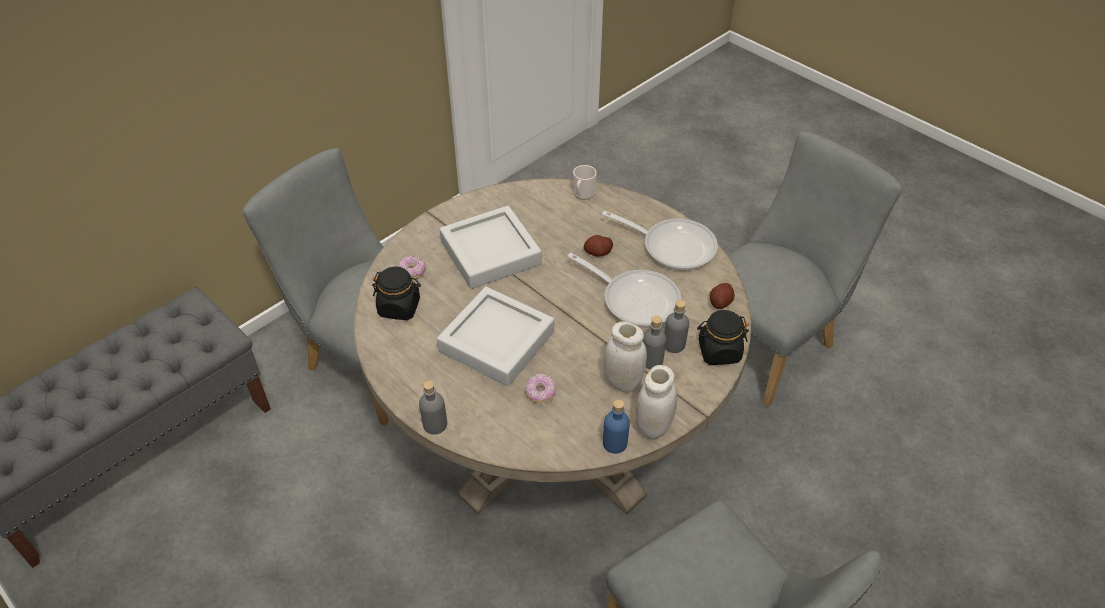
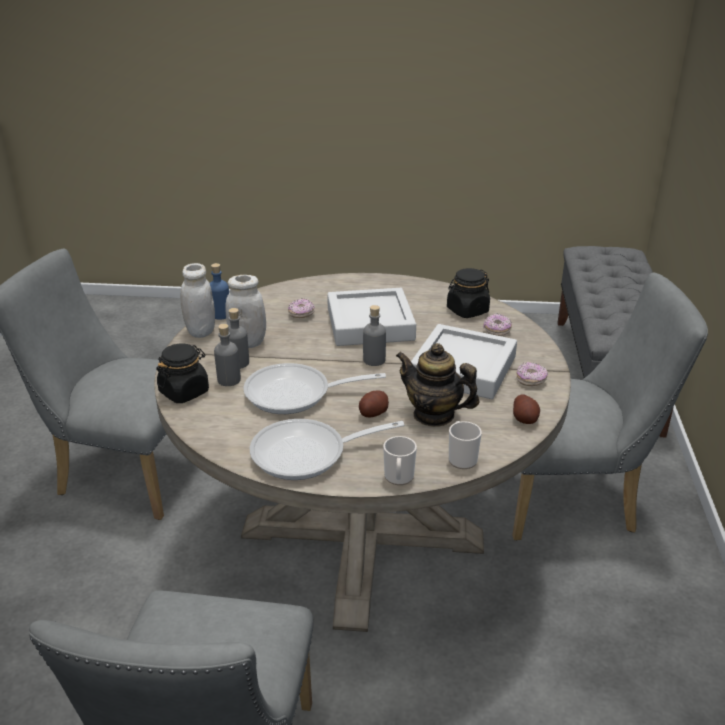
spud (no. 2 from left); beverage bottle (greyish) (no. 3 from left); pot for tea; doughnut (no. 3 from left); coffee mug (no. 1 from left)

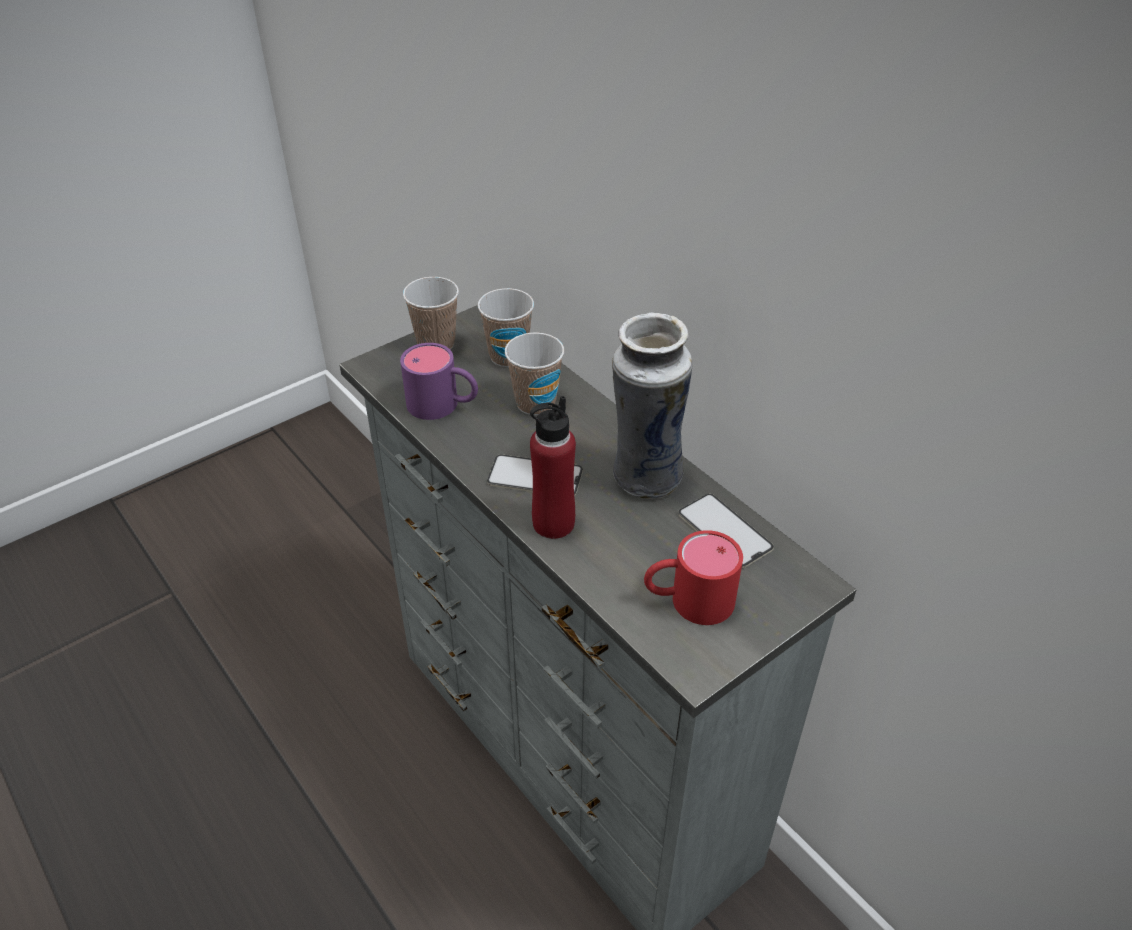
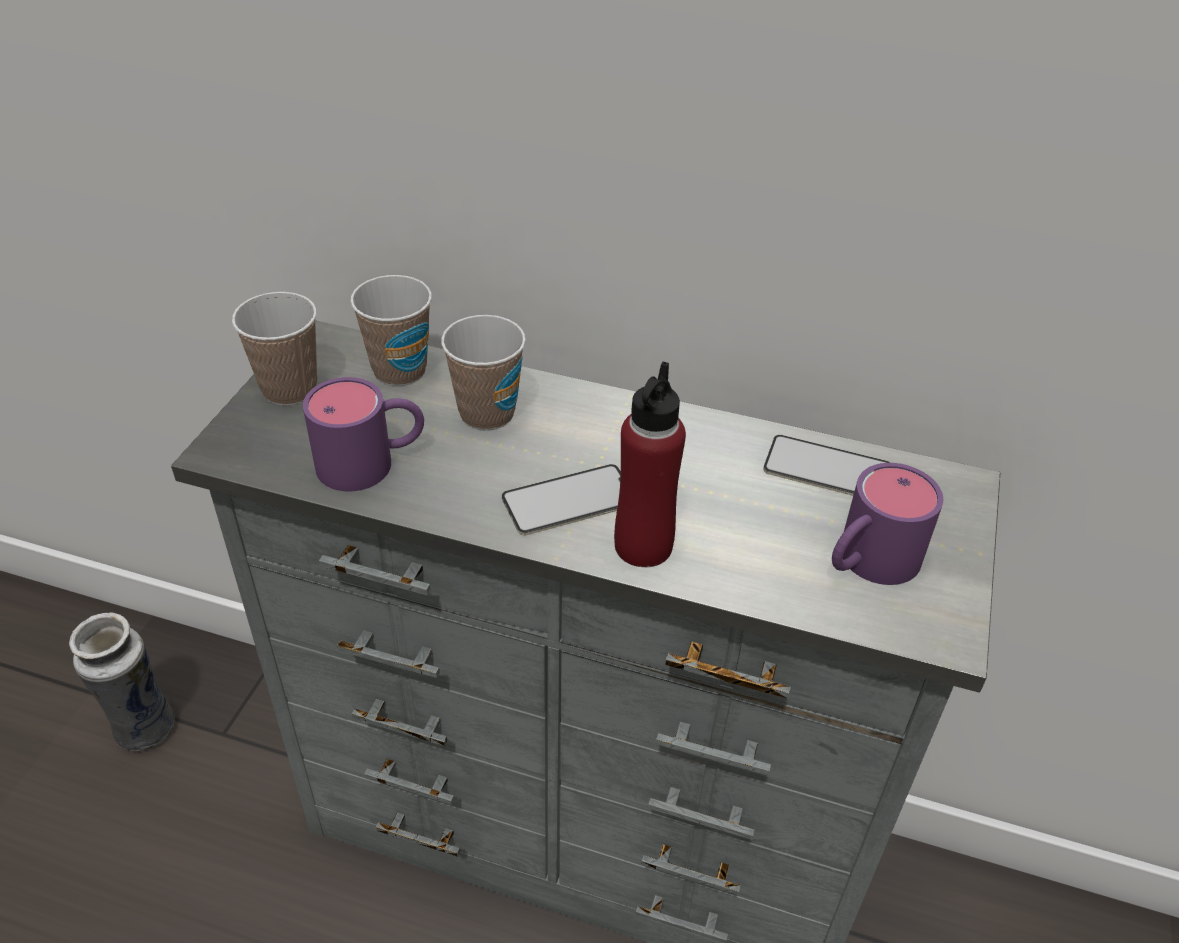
flower vase; coffee mug (purplish) (no. 2 from left)

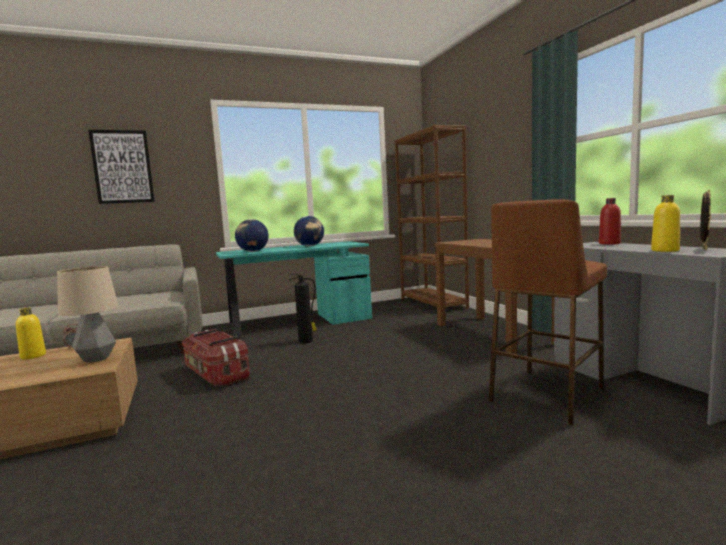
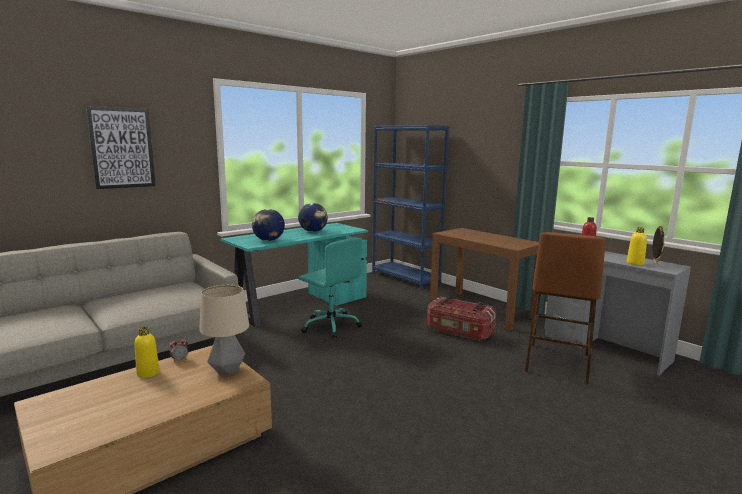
bookcase (blue); desk chair (blue-green); storage box

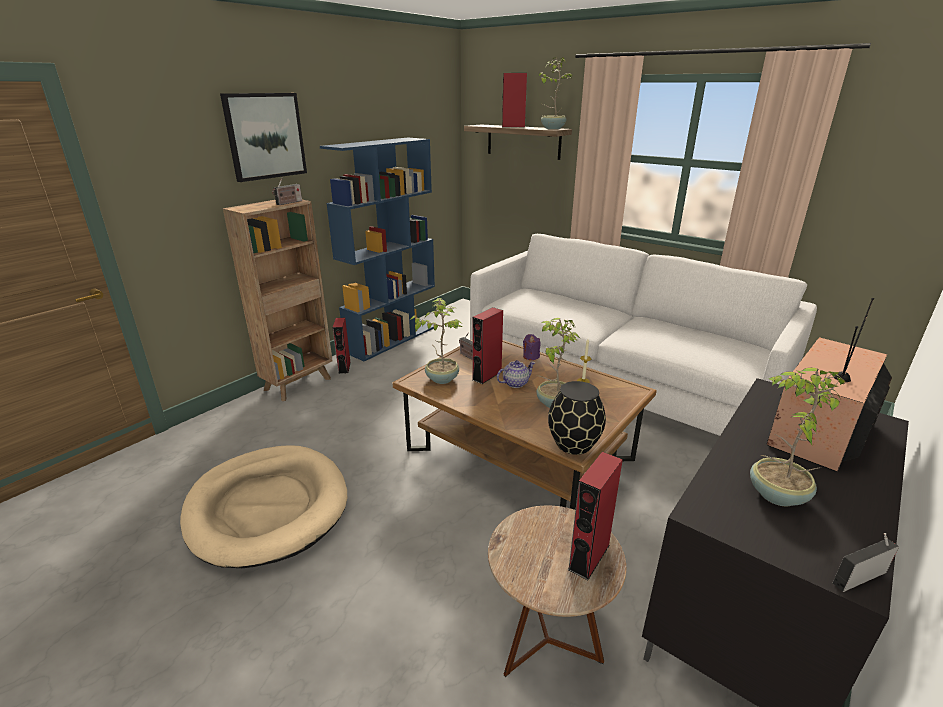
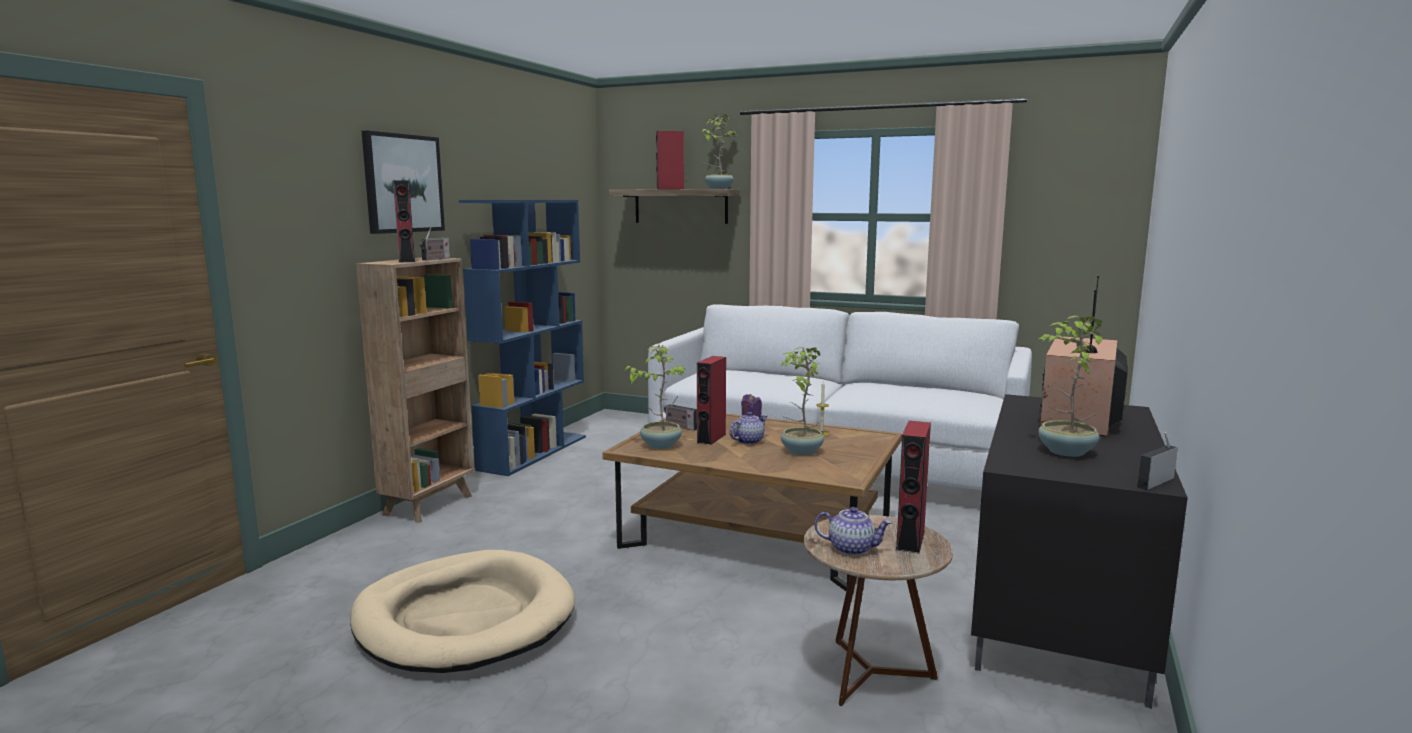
audio speaker (reddish) (no. 1 from left); flower vase (black); pot for tea (no. 2 from left)

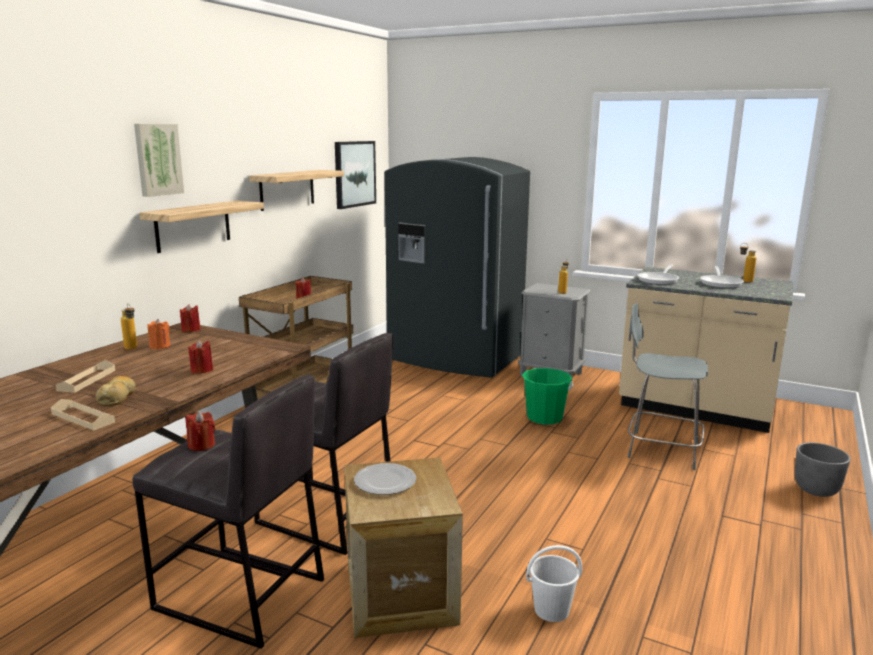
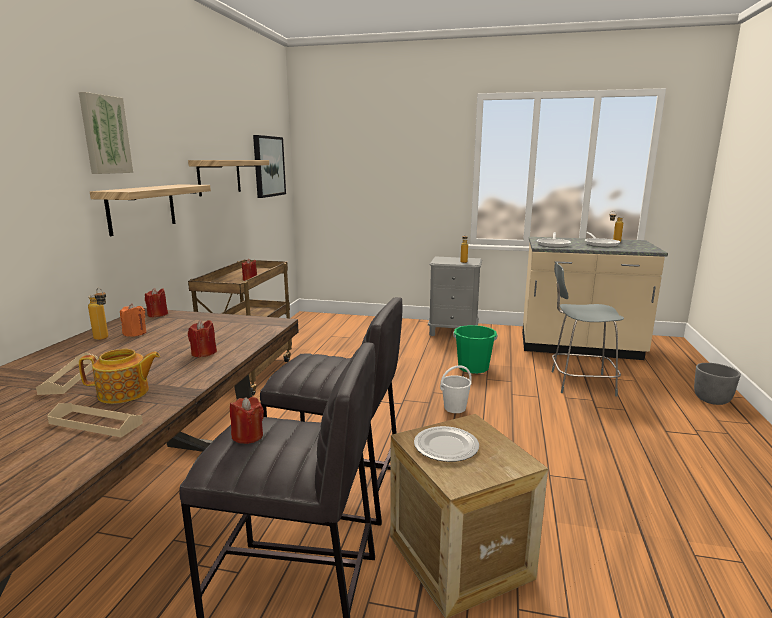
kitchen fridge (greyish); pot for tea; bucket (white)

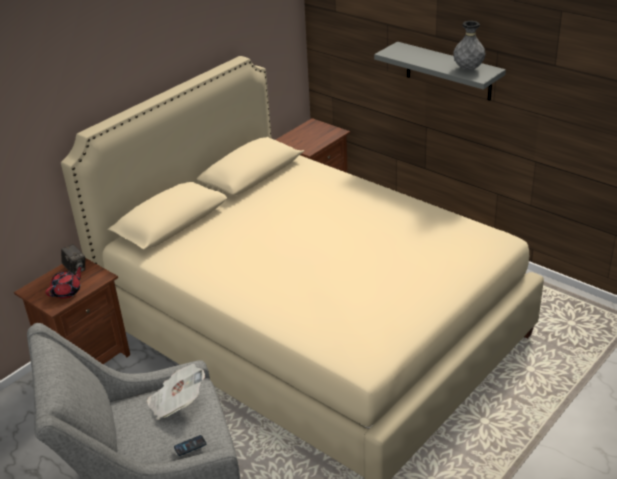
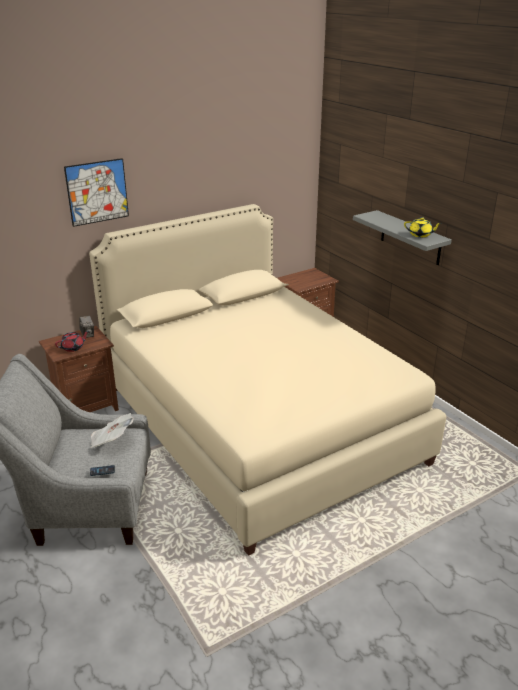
pot for tea (yellow); wall picture

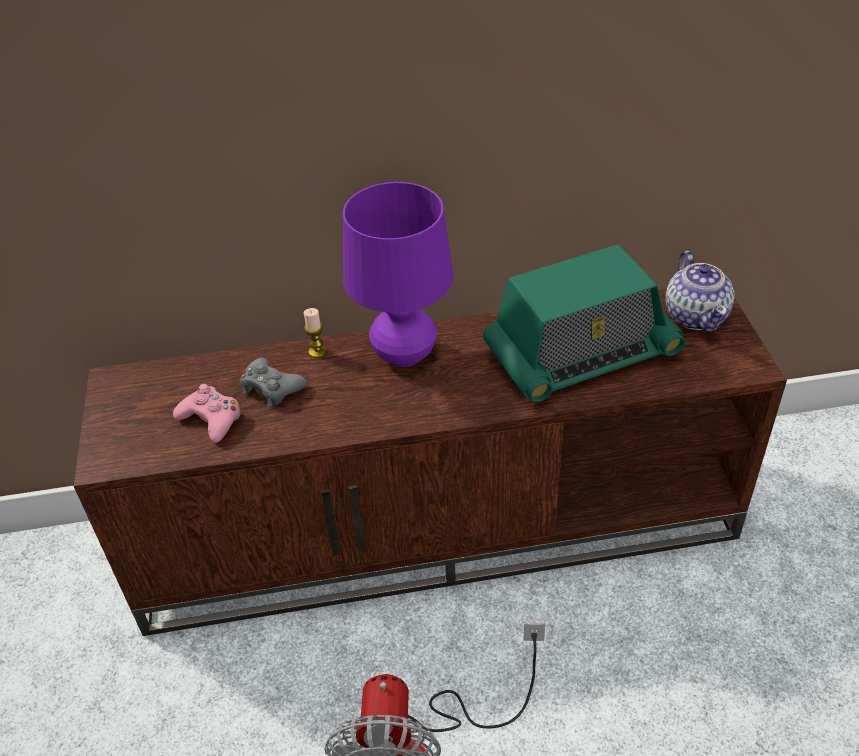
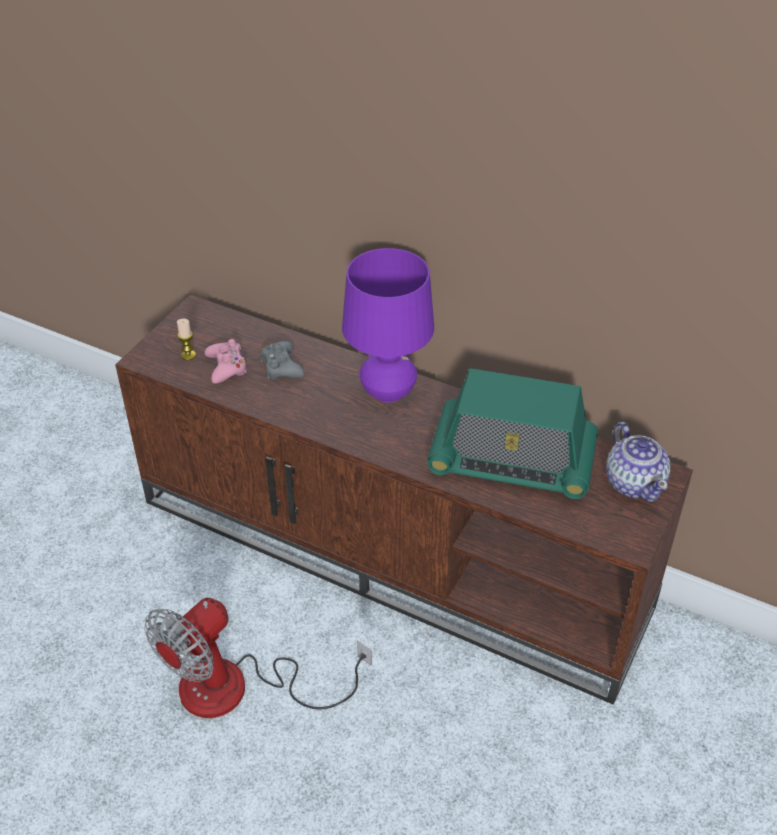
pot for tea; wax light

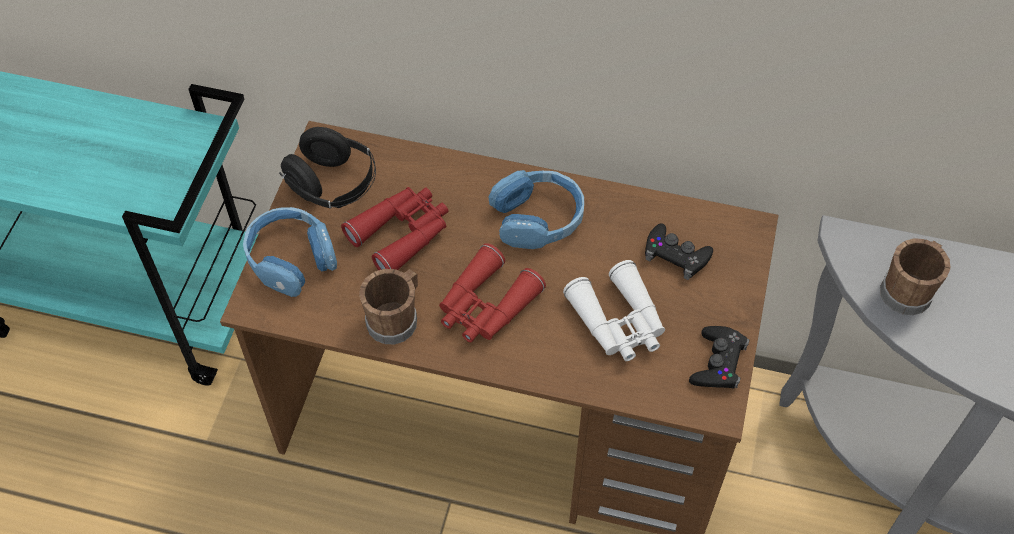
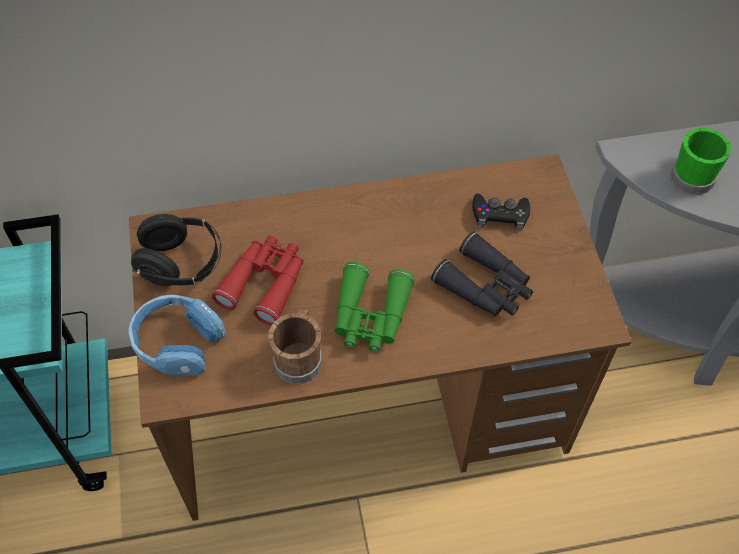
pair of headphones (blue) (no. 2 from left in the first image); coffee mug (green-coloured); field glasses (green-coloured); field glasses (black); gamepad (black) (no. 2 from left in the first image)

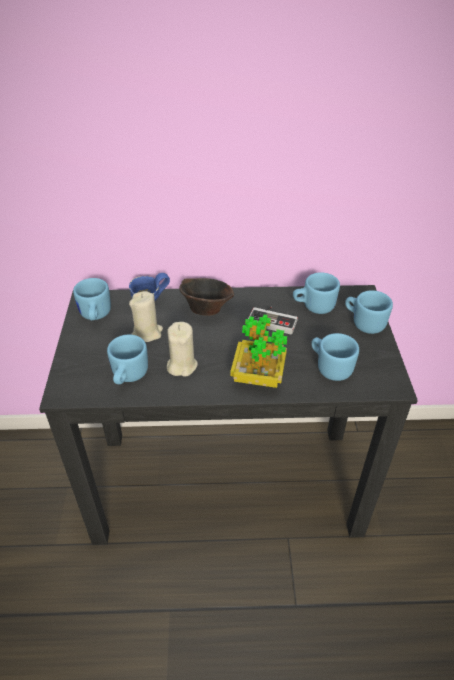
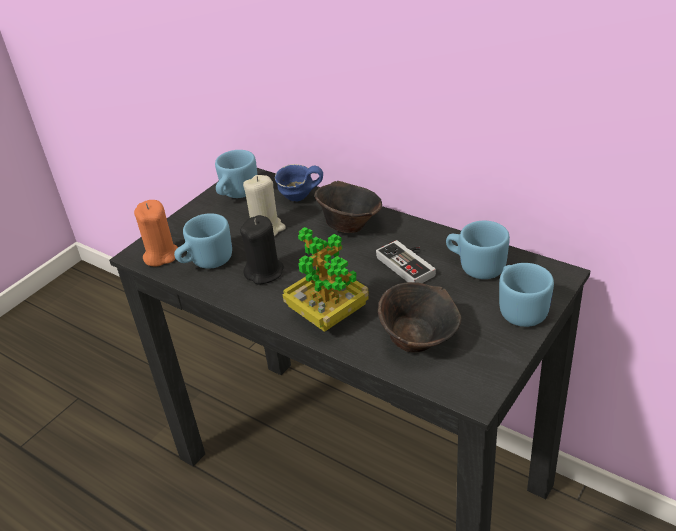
wax light (black); serving bowl (brownish) (no. 2 from left); wax light (orange-coloured)

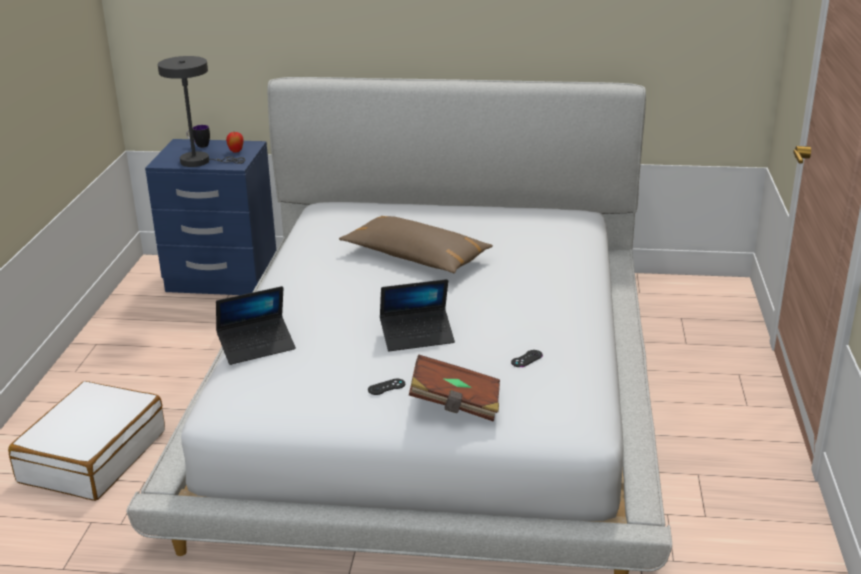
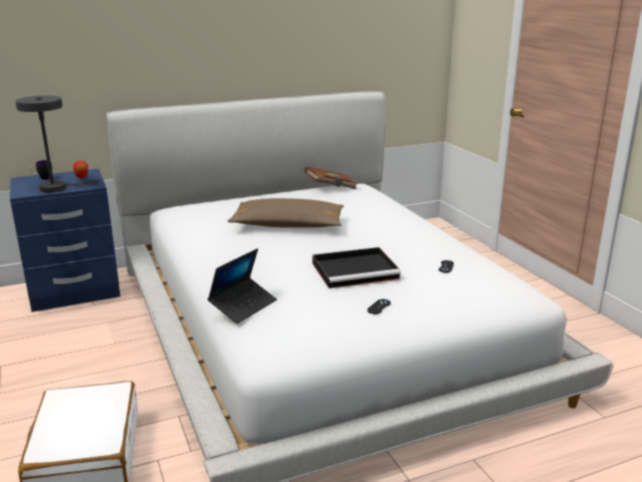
tray (black); book (brownish)

